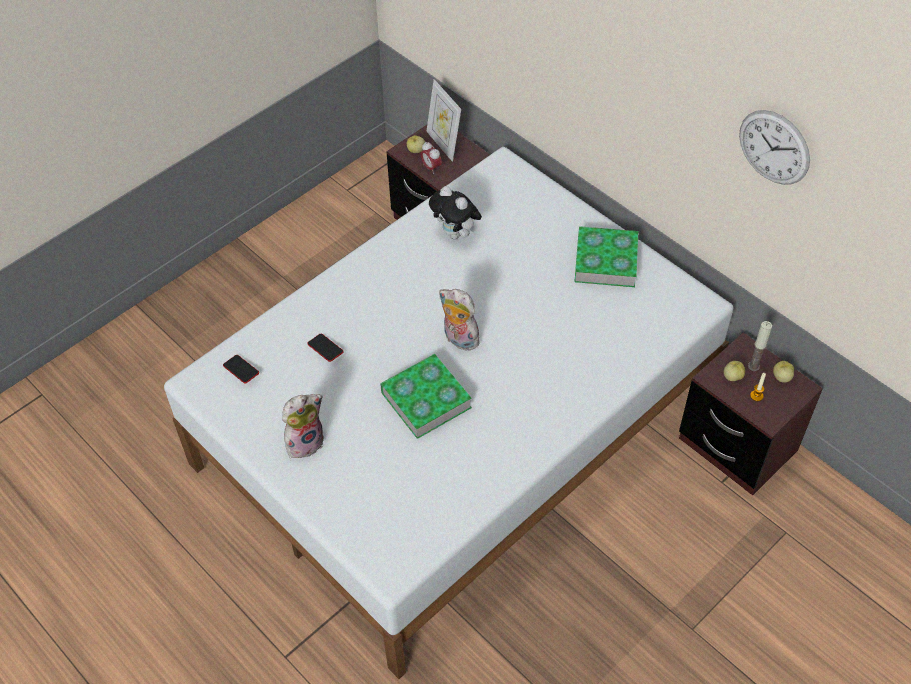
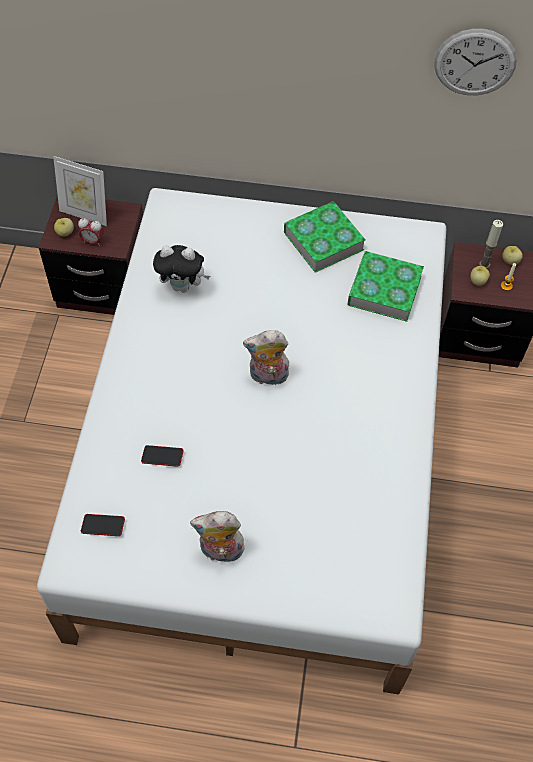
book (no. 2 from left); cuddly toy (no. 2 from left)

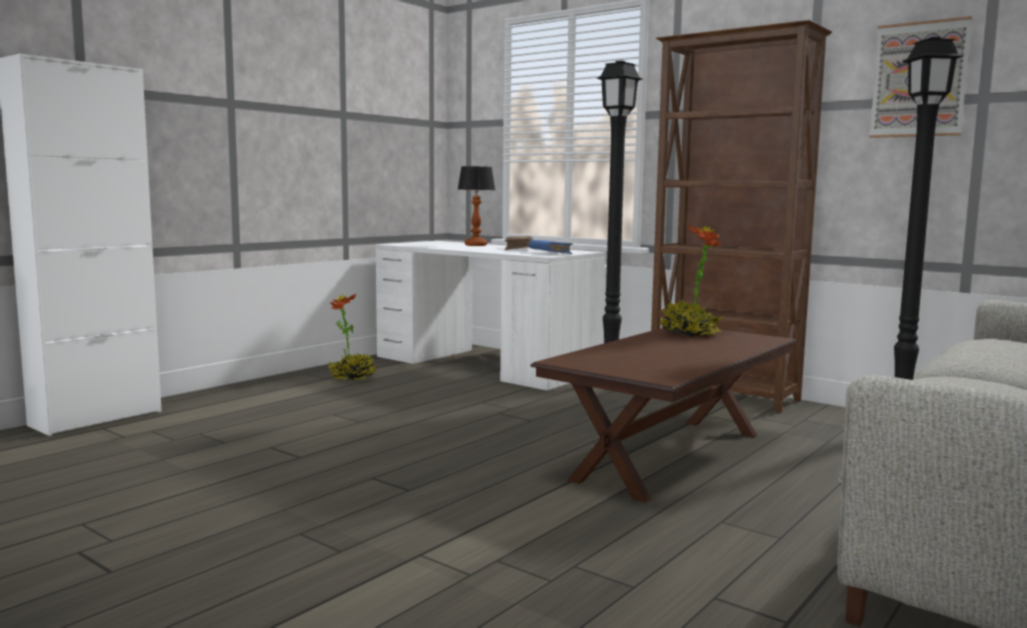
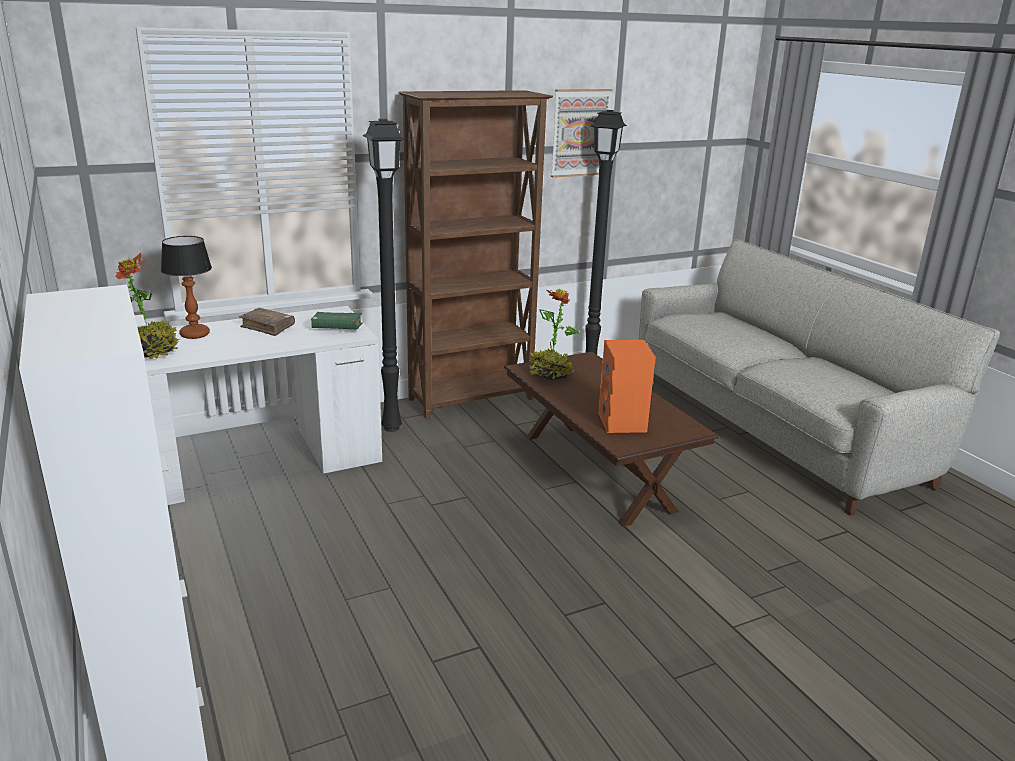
book (green-coloured); plant in a pot (no. 1 from left); audio speaker (orange-coloured)

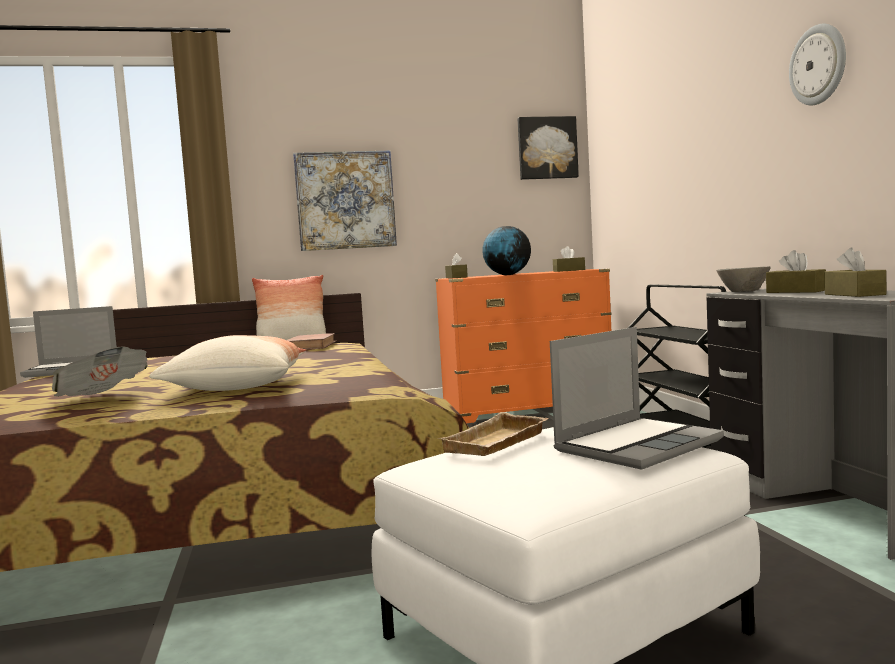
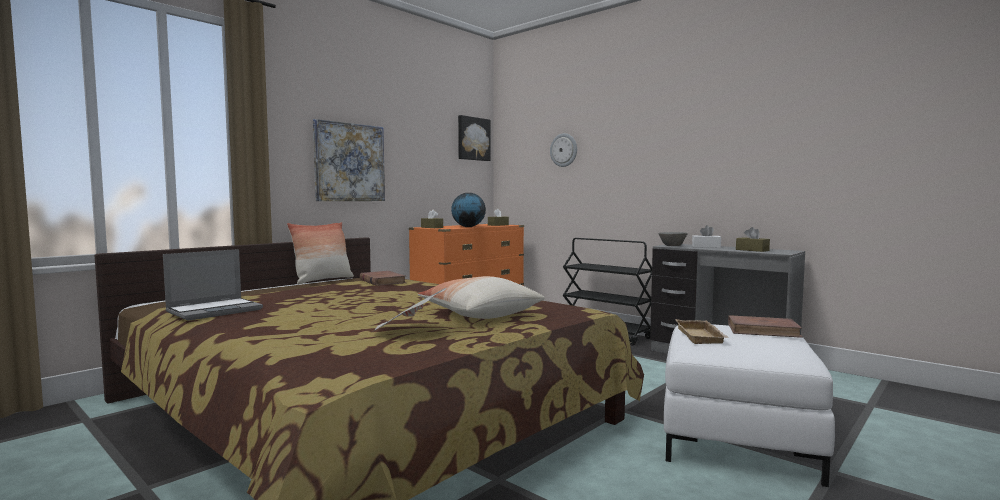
hanging clock; box of tissues (white); book (brownish) (no. 2 from left)

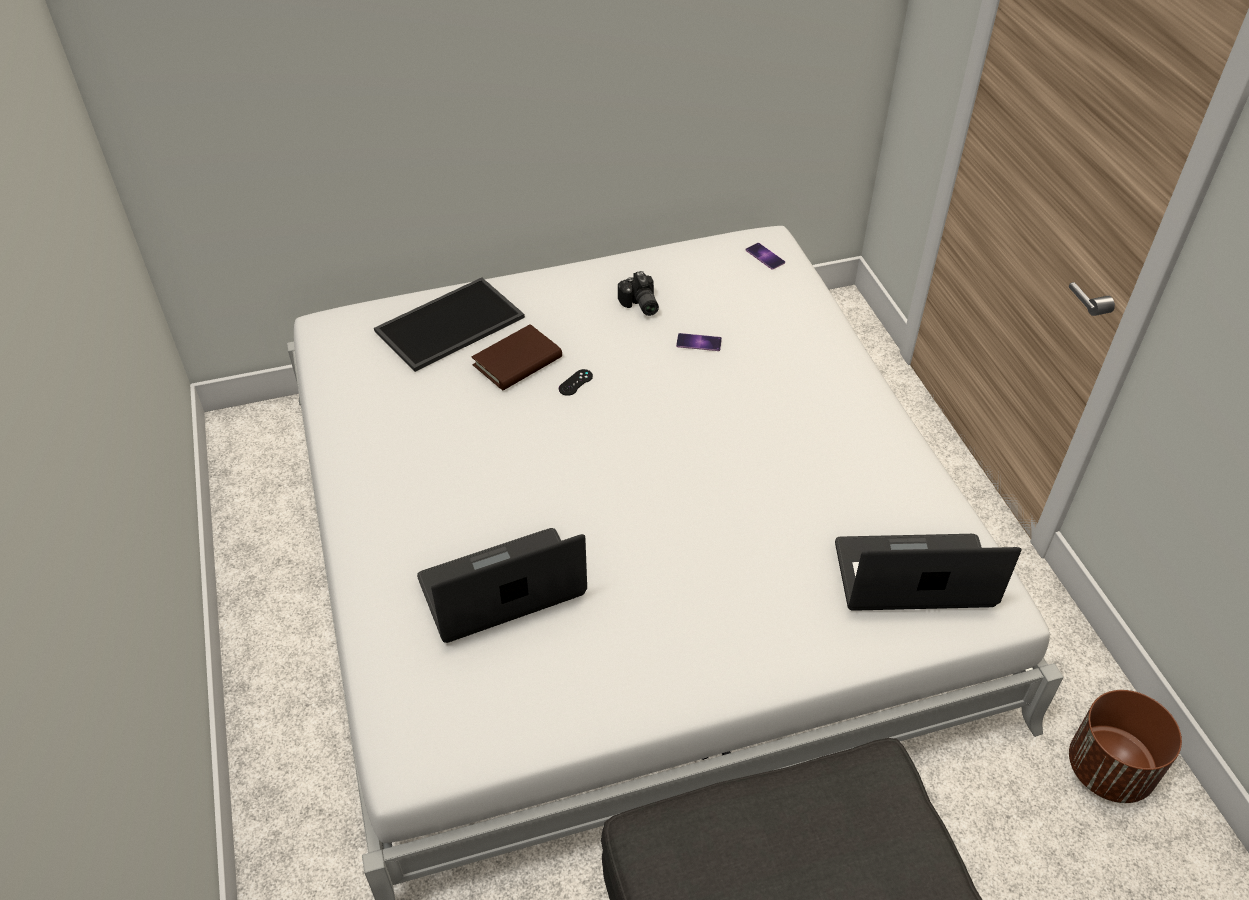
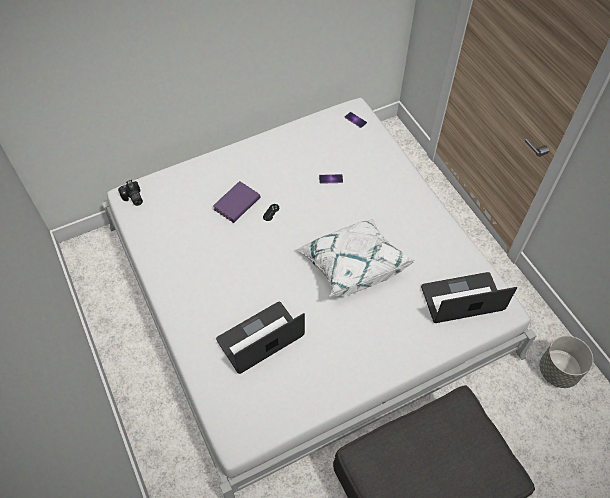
photo camera; tray; book (purplish); plant pot (greyish); cushion (white)

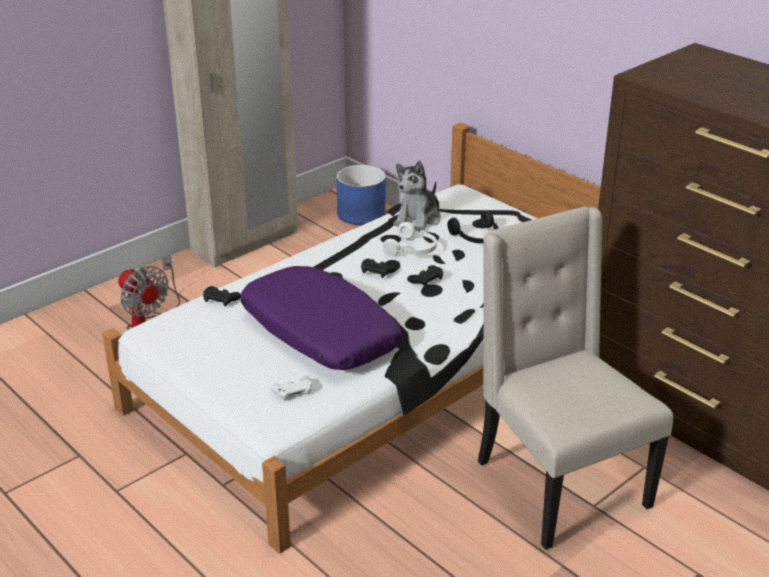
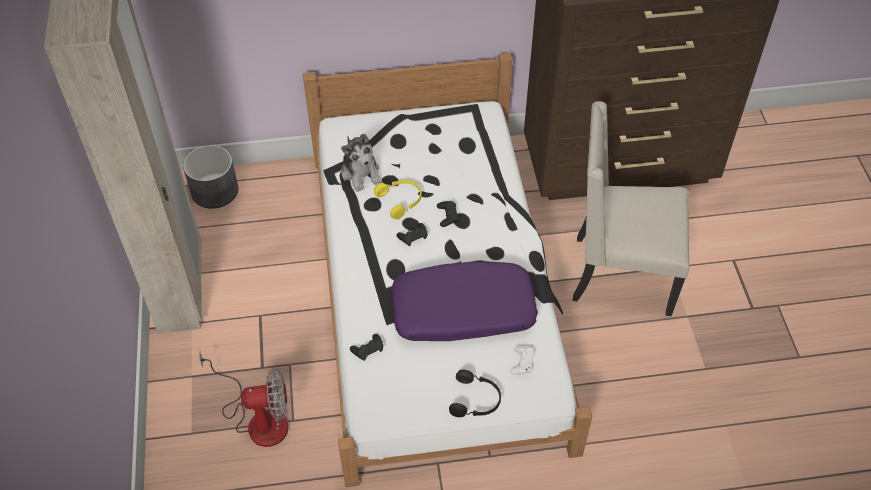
plant pot (greyish); pair of headphones (black); pair of headphones (yellow)

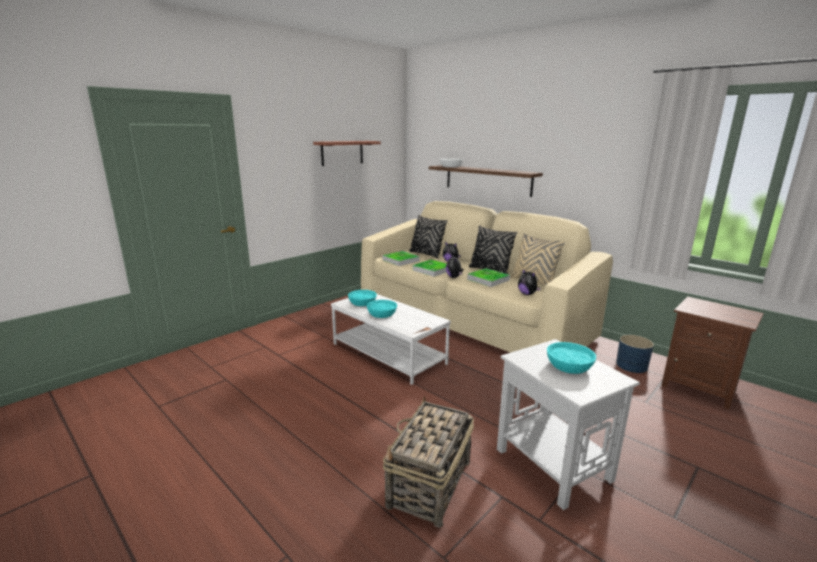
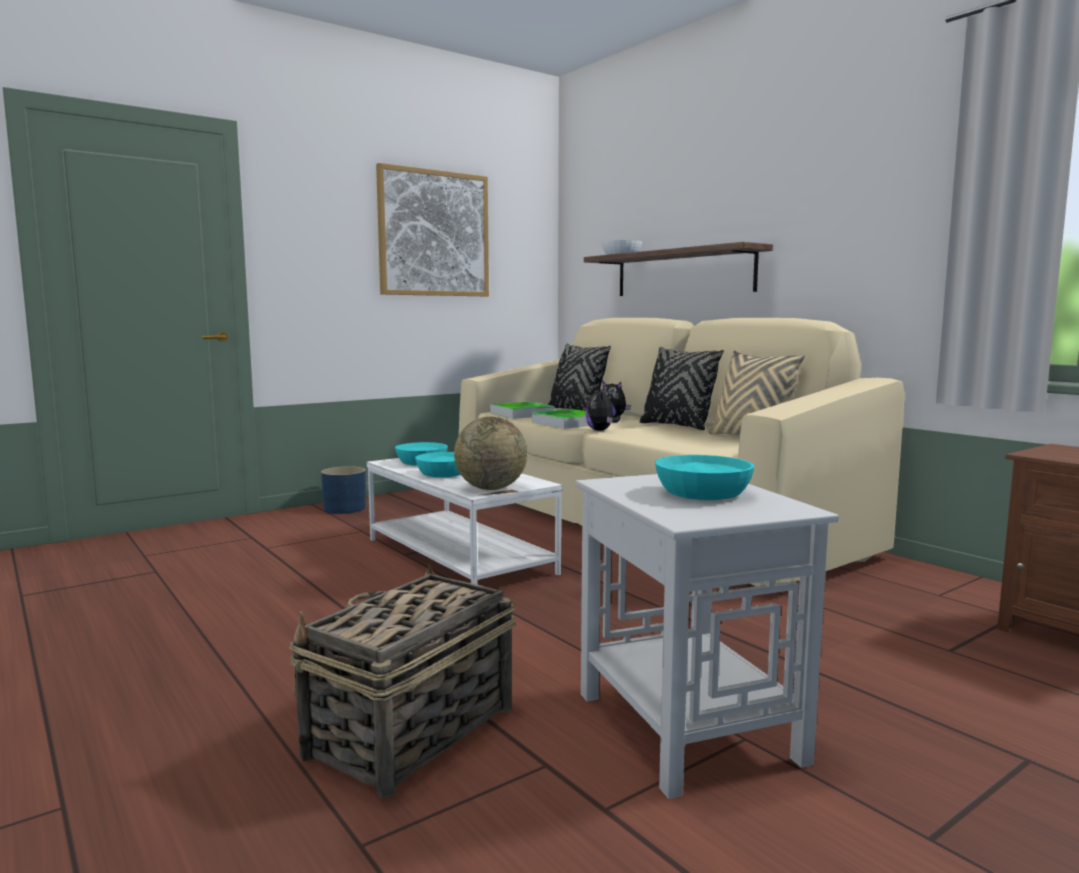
wall picture; tray (no. 3 from left in the first image); cuddly toy (no. 3 from left in the first image); plant pot (blue); globe

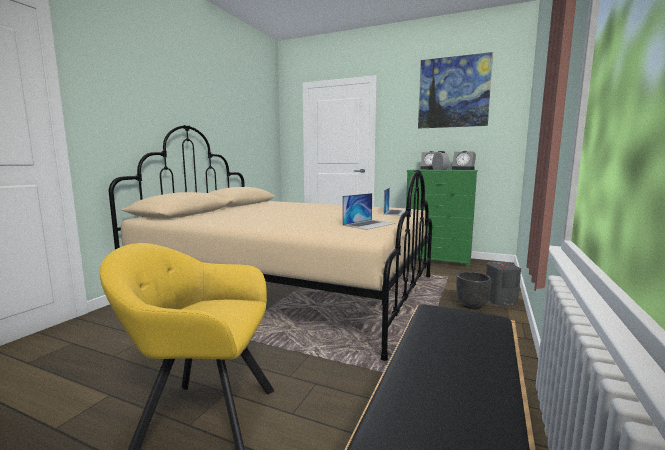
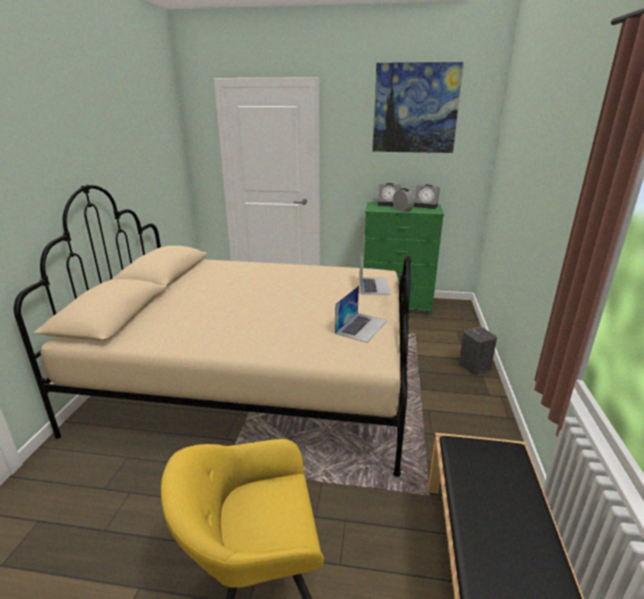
plant pot (black)

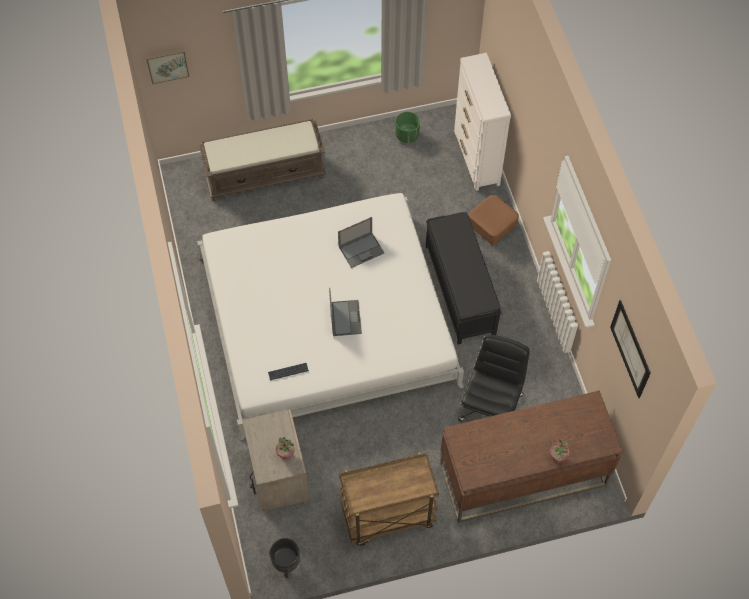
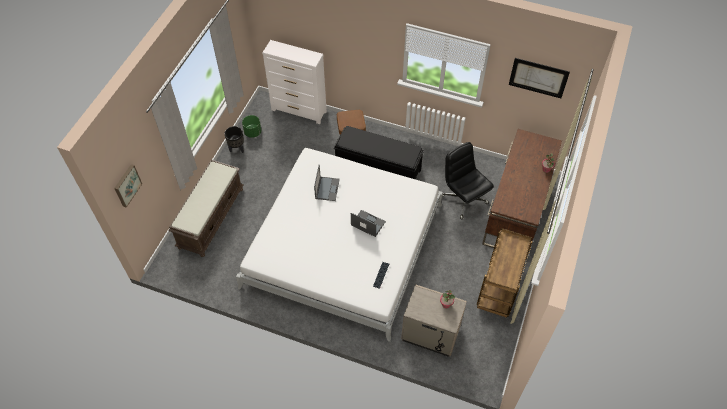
plant pot (black)

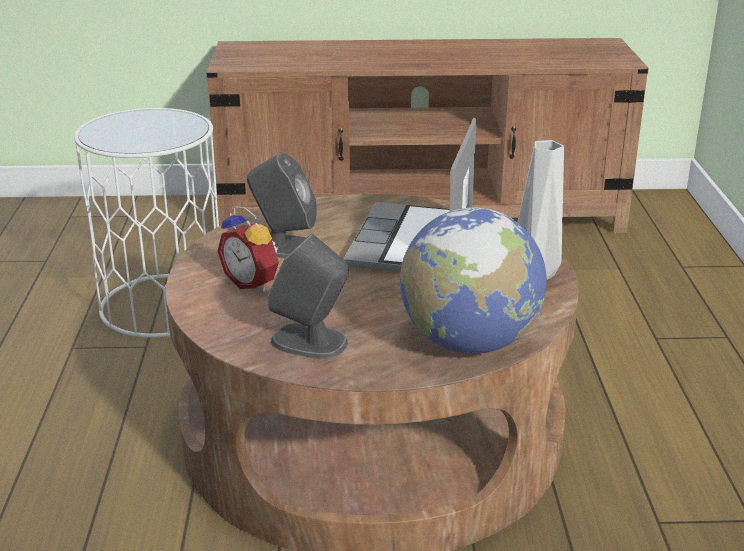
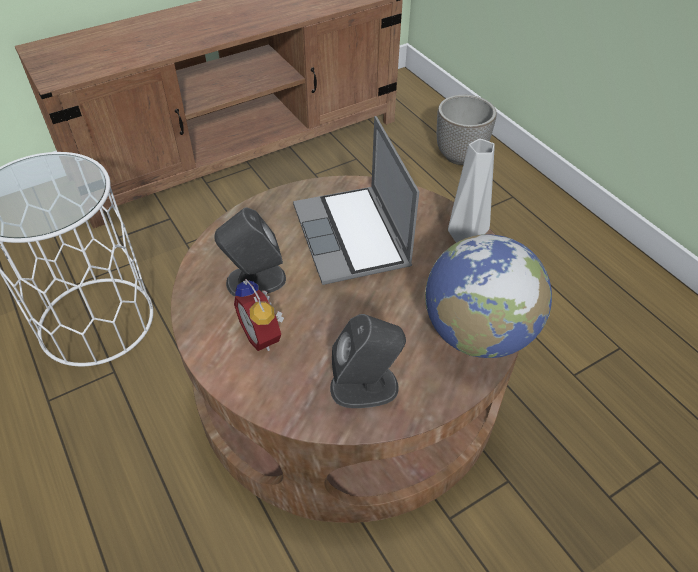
bedside clock; plant pot

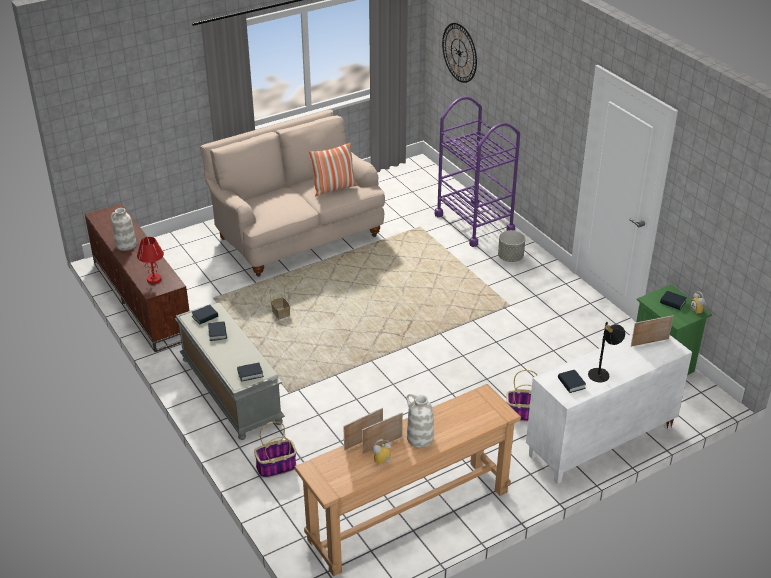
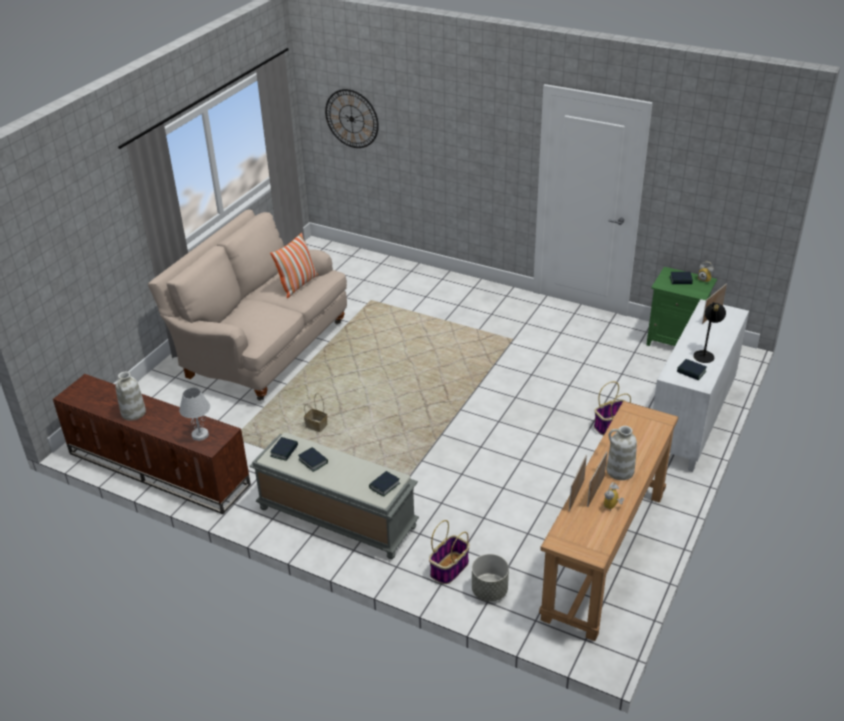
cart (purplish); plant pot (greyish); lamp for a table (white)

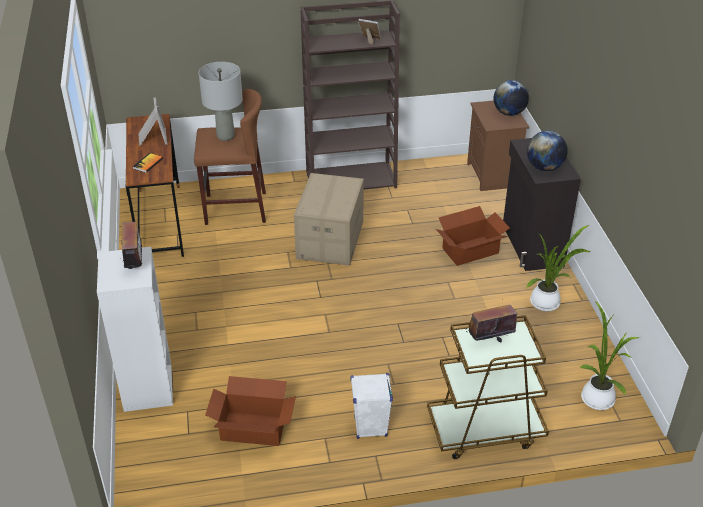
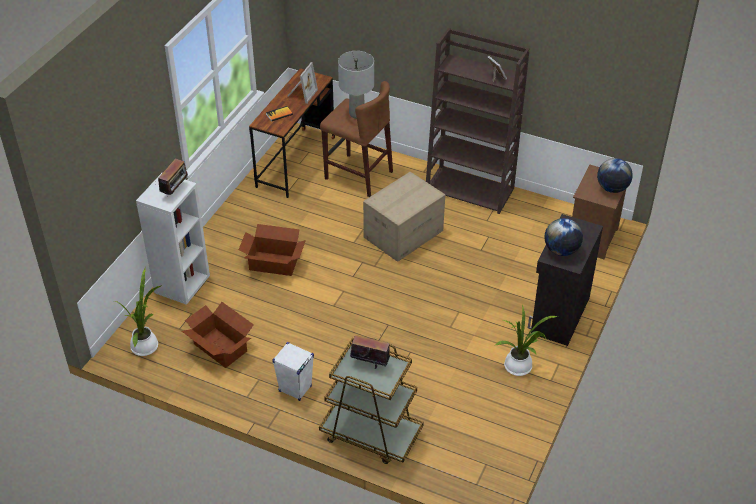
packing box (no. 2 from left); plant in a pot (no. 1 from left)

